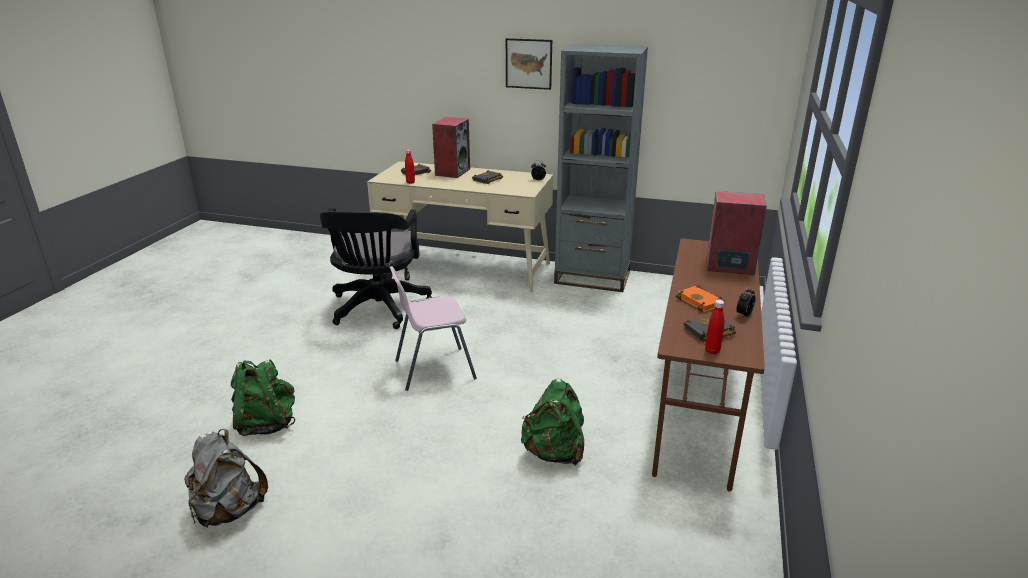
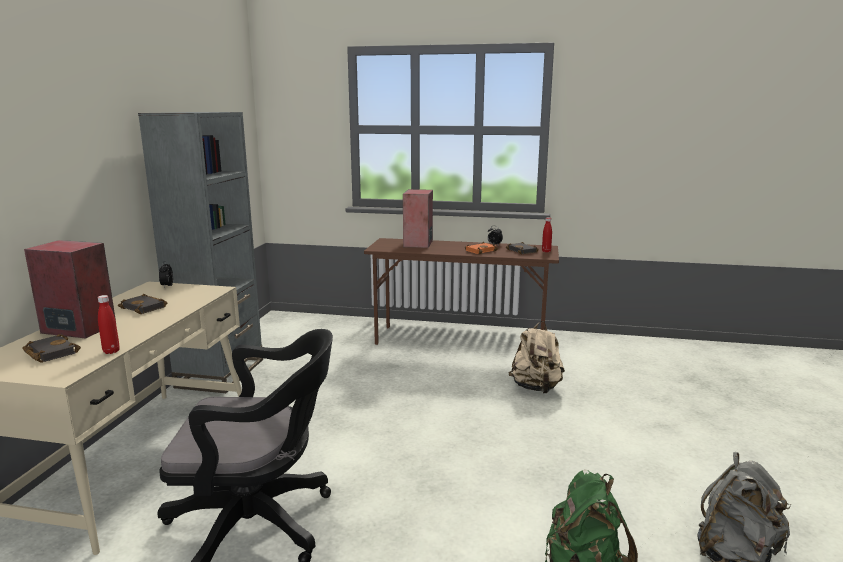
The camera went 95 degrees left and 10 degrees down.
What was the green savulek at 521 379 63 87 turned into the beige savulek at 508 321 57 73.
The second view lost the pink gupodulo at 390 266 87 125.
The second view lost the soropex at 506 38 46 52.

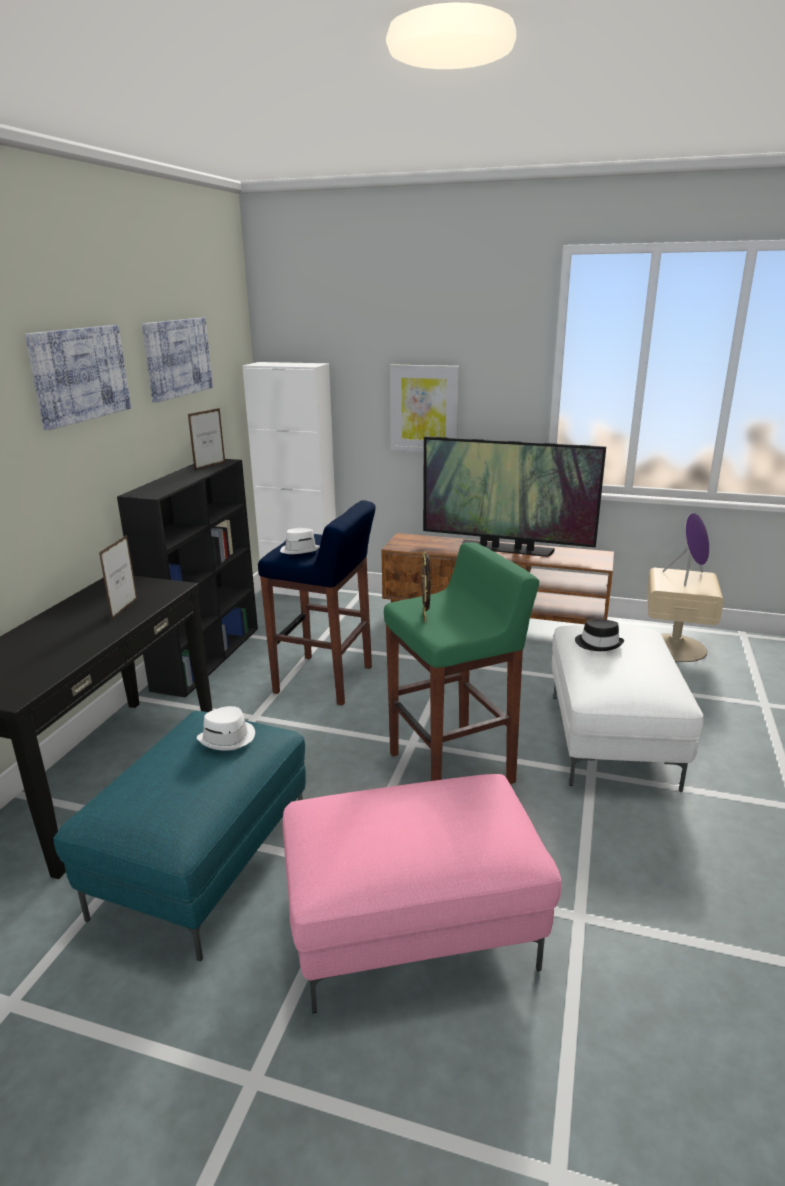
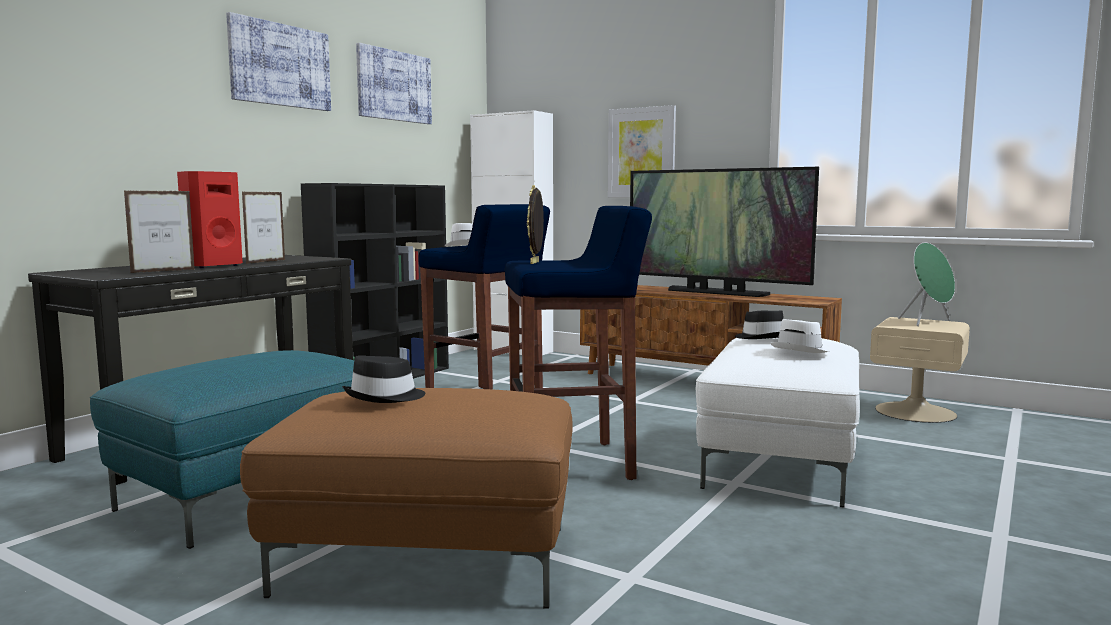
The camera went 15 degrees right and 15 degrees down.
The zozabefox ended up elsewhere, having gone from 188 408 37 62 to 124 191 71 82.
The second view gained the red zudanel at 177 171 66 97.
What was the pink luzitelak at 282 774 280 239 turned into the brown luzitelak at 240 388 333 221.
The second view gained the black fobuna at 342 355 83 48.
What was the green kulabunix at 384 542 155 242 turned into the blue kulabunix at 505 206 147 274.
The white fobuna ended up elsewhere, having gone from 197 706 58 45 to 770 319 60 34.
What was the purple zudanel at 662 513 48 73 turned into the green zudanel at 898 243 57 83.

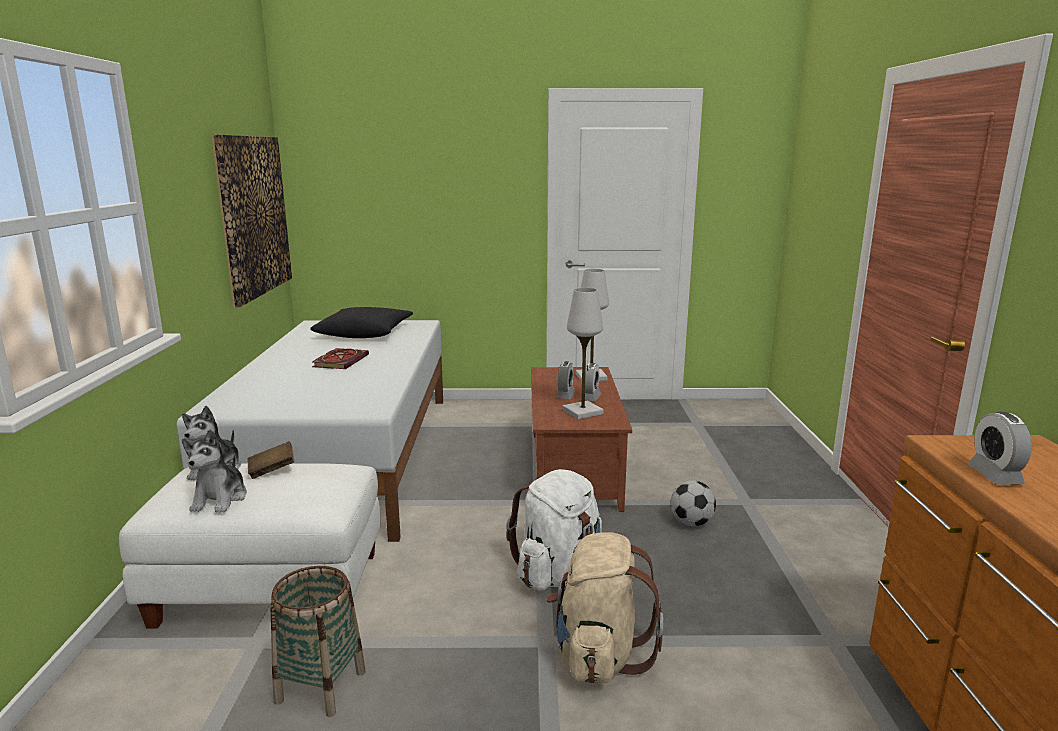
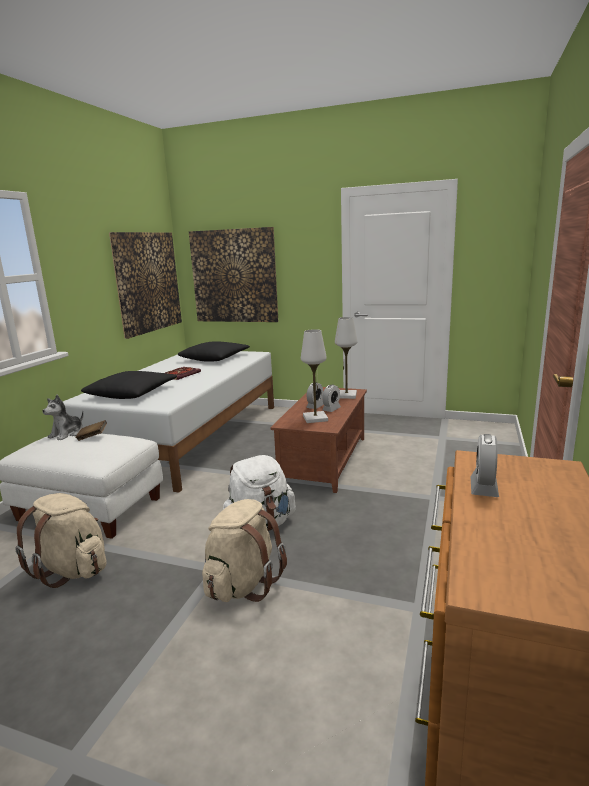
The camera went 20 degrees right and 0 degrees up.
Where the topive stood at 270 566 96 151, the beige savulek came to stand at 15 493 91 95.
The second view gained the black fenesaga at 81 371 96 28.
The second view gained the soropex at 189 227 89 95.
The second view lost the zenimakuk at 182 429 65 83.
The second view lost the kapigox at 671 480 45 46.

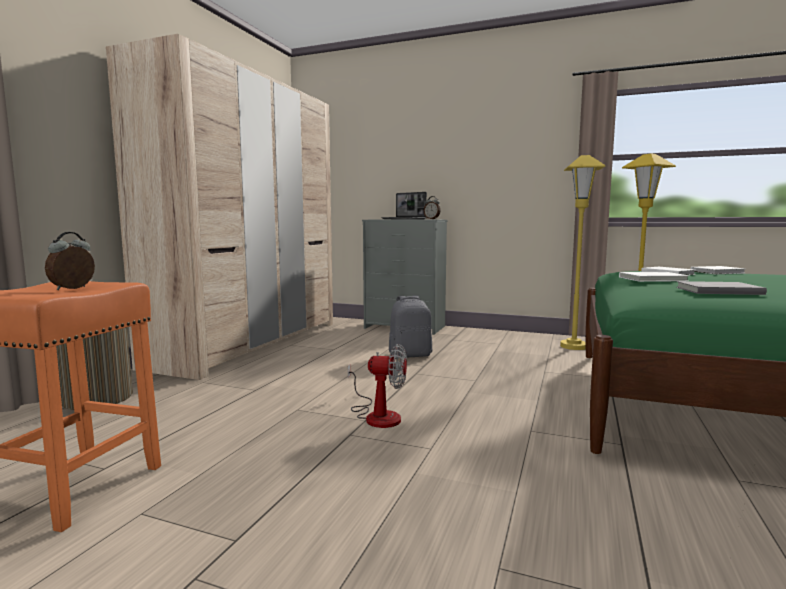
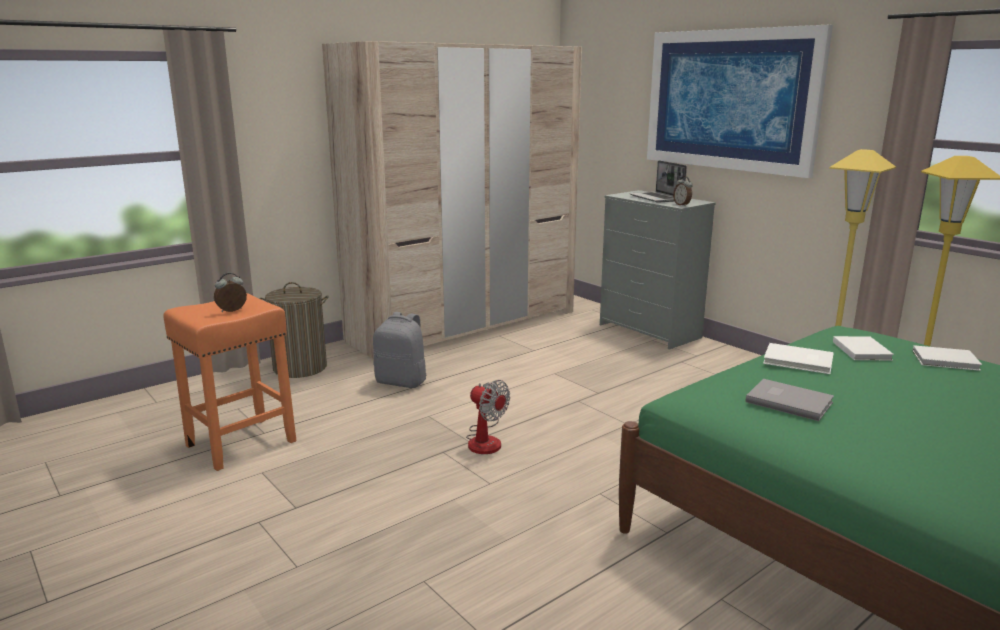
The camera went 30 degrees right and 10 degrees up.
The grey savulek ended up elsewhere, having gone from 389 295 43 62 to 373 312 54 76.
The second view gained the soropex at 647 25 186 153.

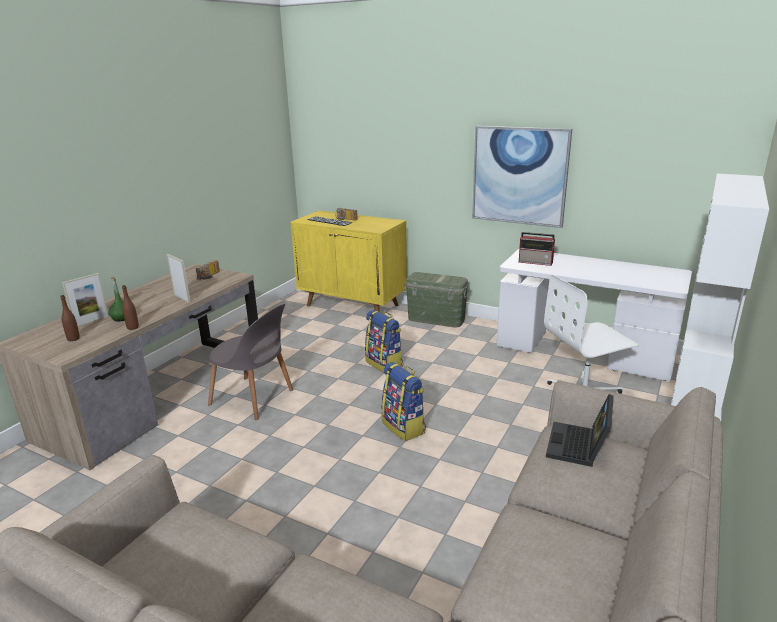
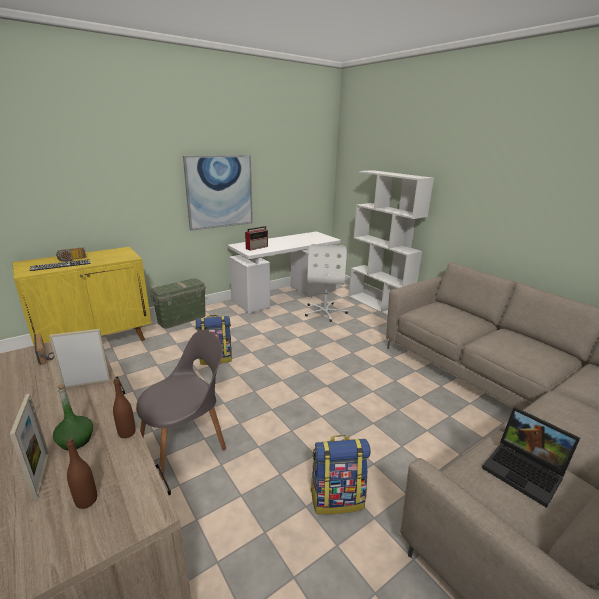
The camera went 65 degrees left and 0 degrees up.
The savulek ended up elsewhere, having gone from 381 362 45 79 to 310 435 61 80.
The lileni ended up elsewhere, having gone from 546 394 68 73 to 482 407 98 101.

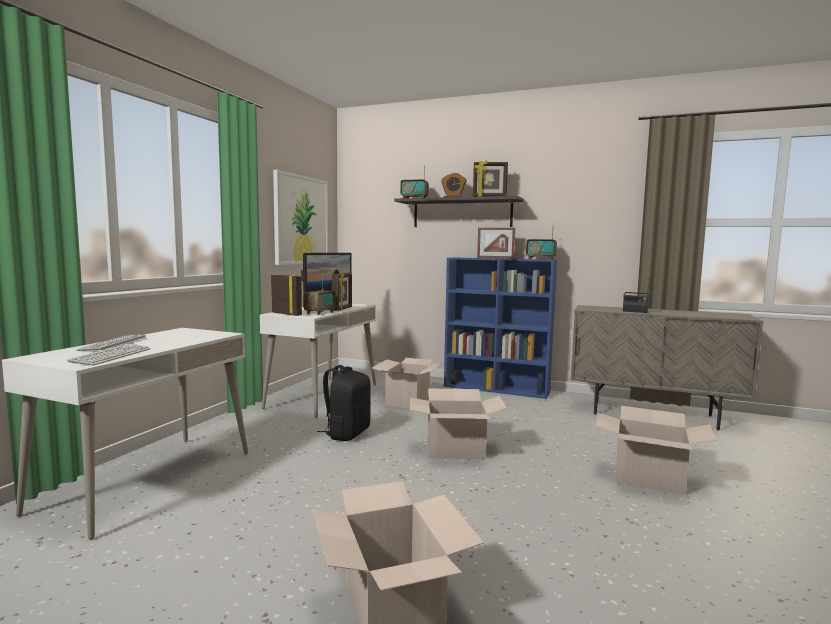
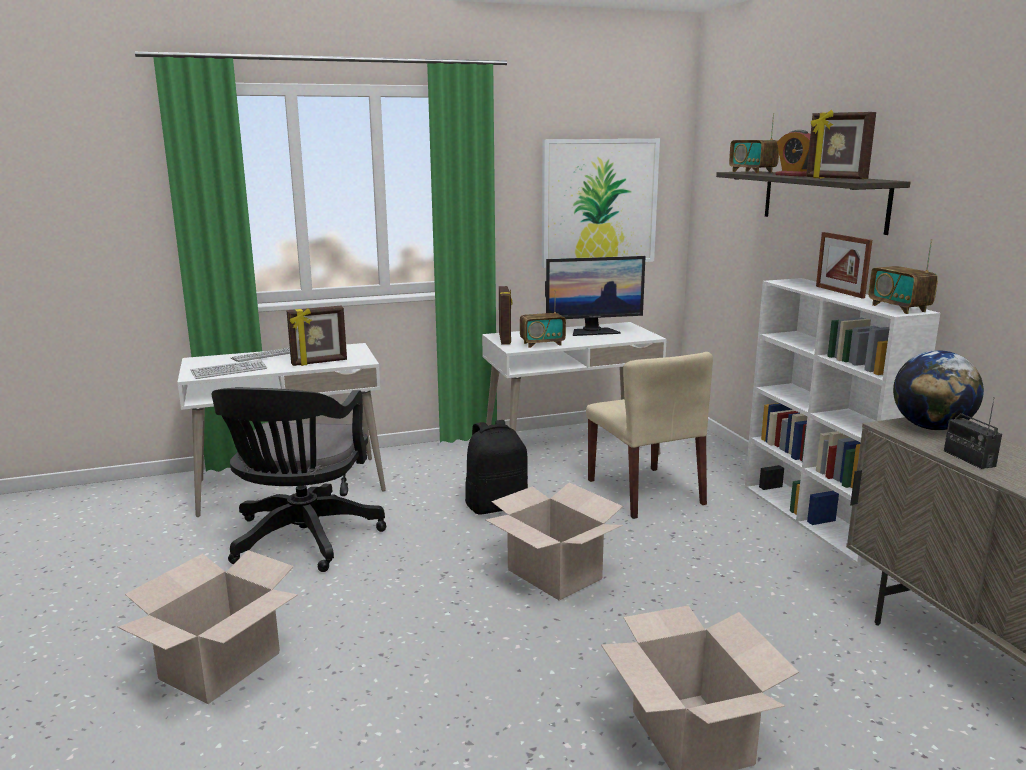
The camera went 50 degrees right and 10 degrees up.
The second view gained the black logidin at 211 387 176 185.
The zozabefox ended up elsewhere, having gone from 332 273 20 38 to 287 306 60 60.
Where the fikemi stood at 371 358 72 51, the beige gupodulo came to stand at 586 352 127 167.
What was the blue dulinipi at 444 258 113 141 turned into the white dulinipi at 745 278 195 288.
The second view gained the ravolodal at 893 350 91 80.

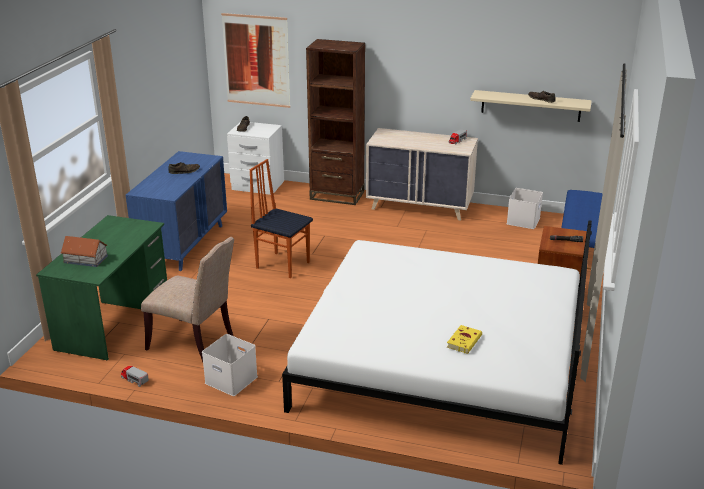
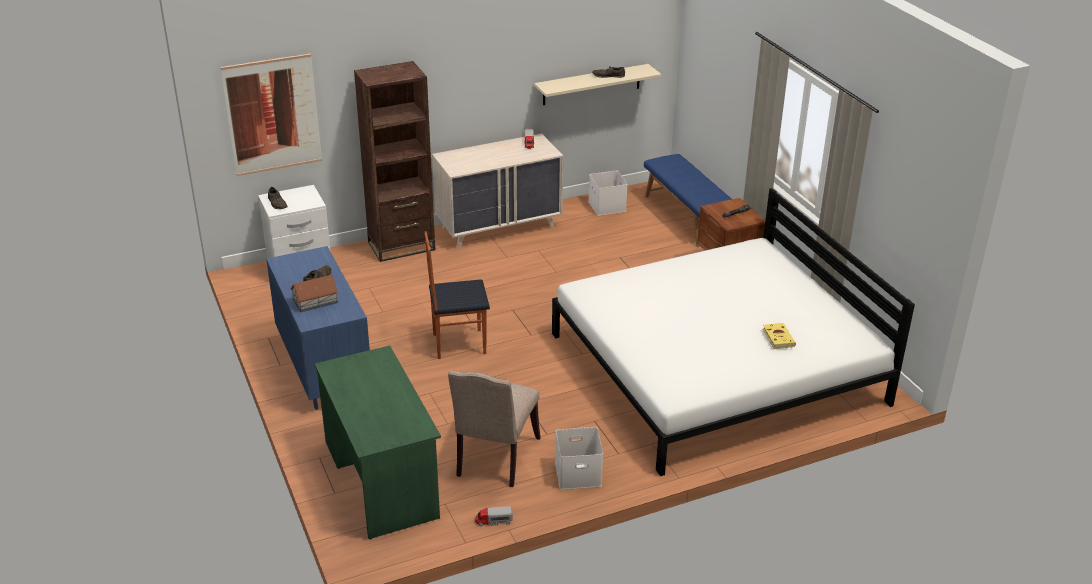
The camera went 40 degrees left and 5 degrees up.
The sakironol ended up elsewhere, having gone from 60 236 48 31 to 290 275 48 37.
The beige gupodulo at 141 237 93 125 ended up facing another way, 120 degrees clockwise from before.

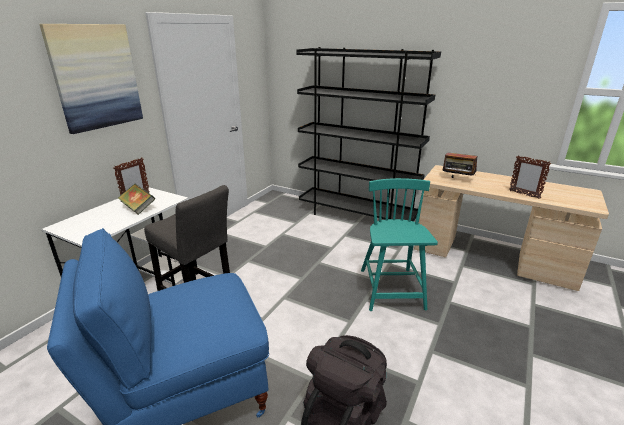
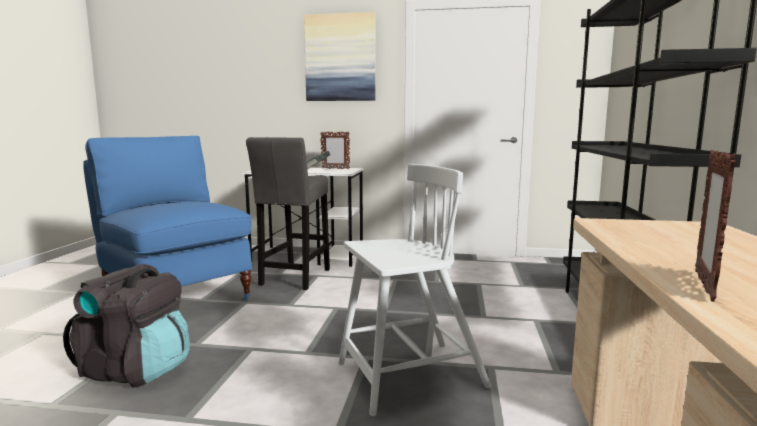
The camera went 70 degrees right and 15 degrees down.
What was the turquoise gupodulo at 361 178 77 133 turned into the white gupodulo at 339 164 152 252.
The second view lost the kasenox at 442 153 35 25.

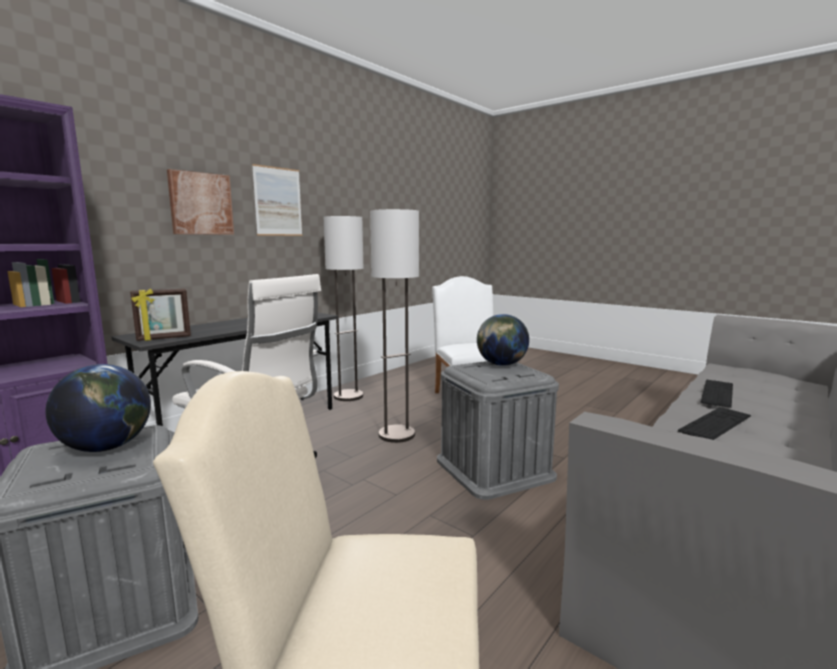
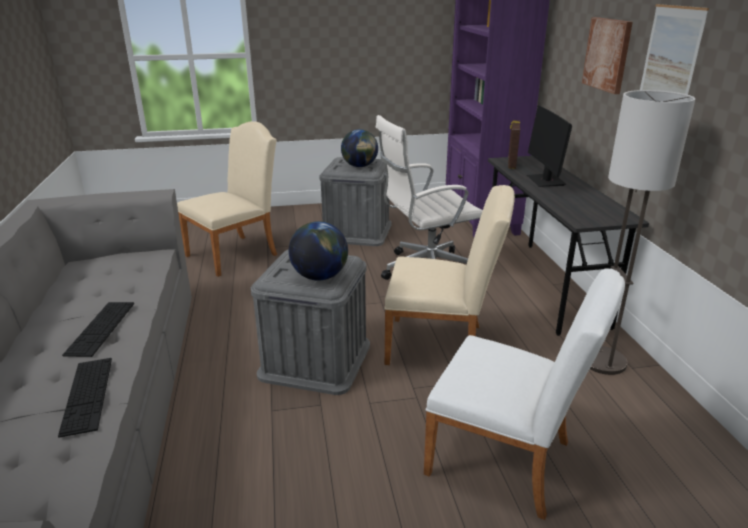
The camera went 130 degrees right and 15 degrees up.
Where the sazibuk stood at 370 209 49 234, the beige gupodulo came to stand at 384 185 131 180.
The second view gained the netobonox at 527 105 45 82.

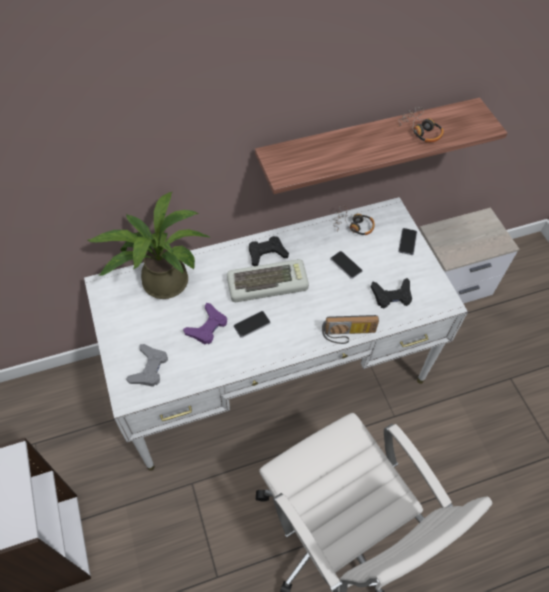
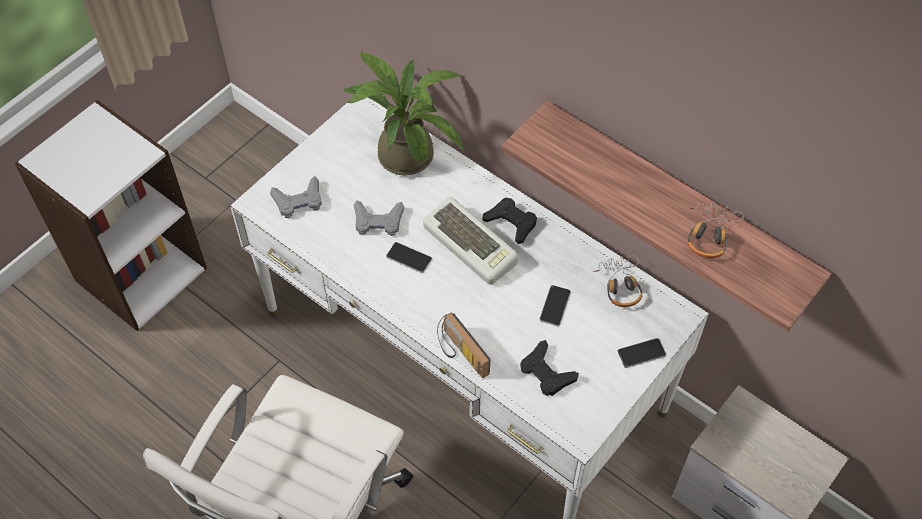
The camera went 60 degrees right and 0 degrees up.
What was the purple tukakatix at 183 303 44 41 turned into the grey tukakatix at 354 200 50 36.

